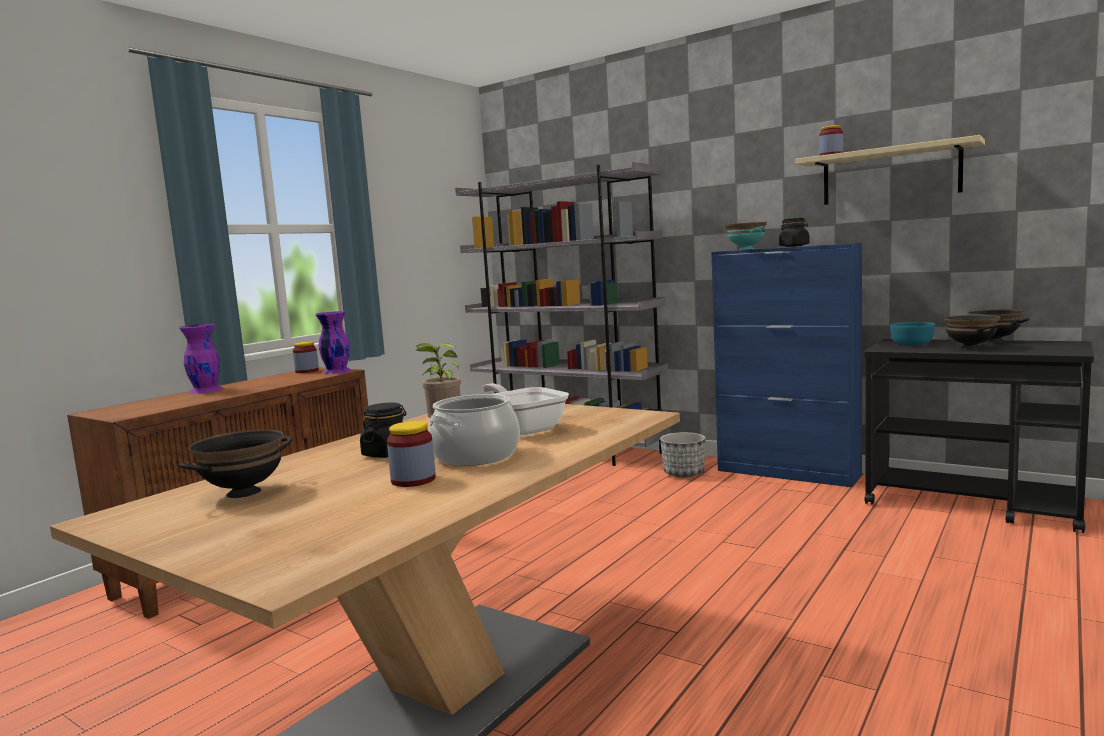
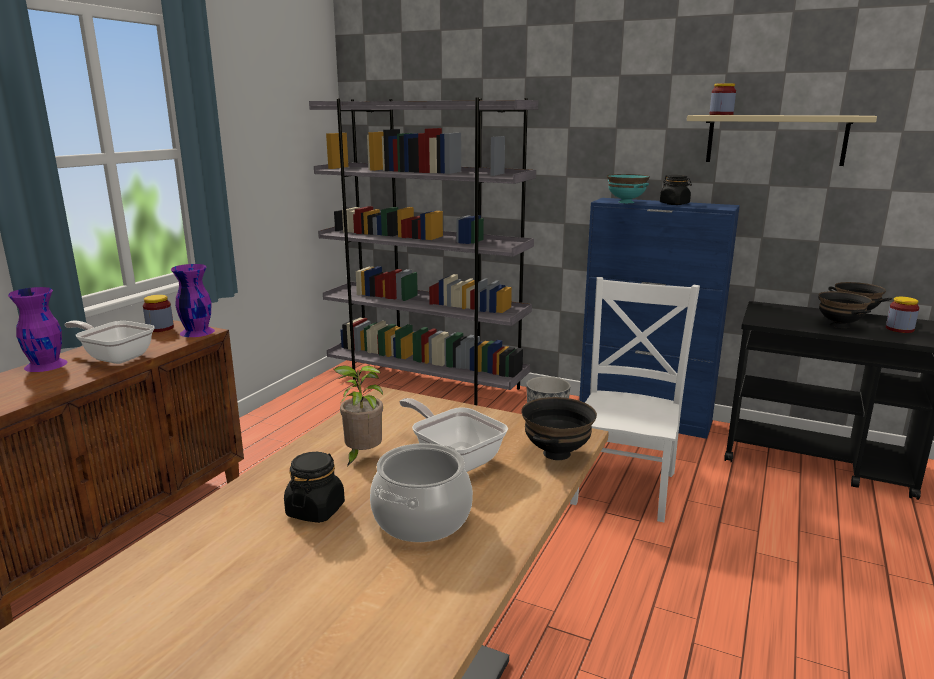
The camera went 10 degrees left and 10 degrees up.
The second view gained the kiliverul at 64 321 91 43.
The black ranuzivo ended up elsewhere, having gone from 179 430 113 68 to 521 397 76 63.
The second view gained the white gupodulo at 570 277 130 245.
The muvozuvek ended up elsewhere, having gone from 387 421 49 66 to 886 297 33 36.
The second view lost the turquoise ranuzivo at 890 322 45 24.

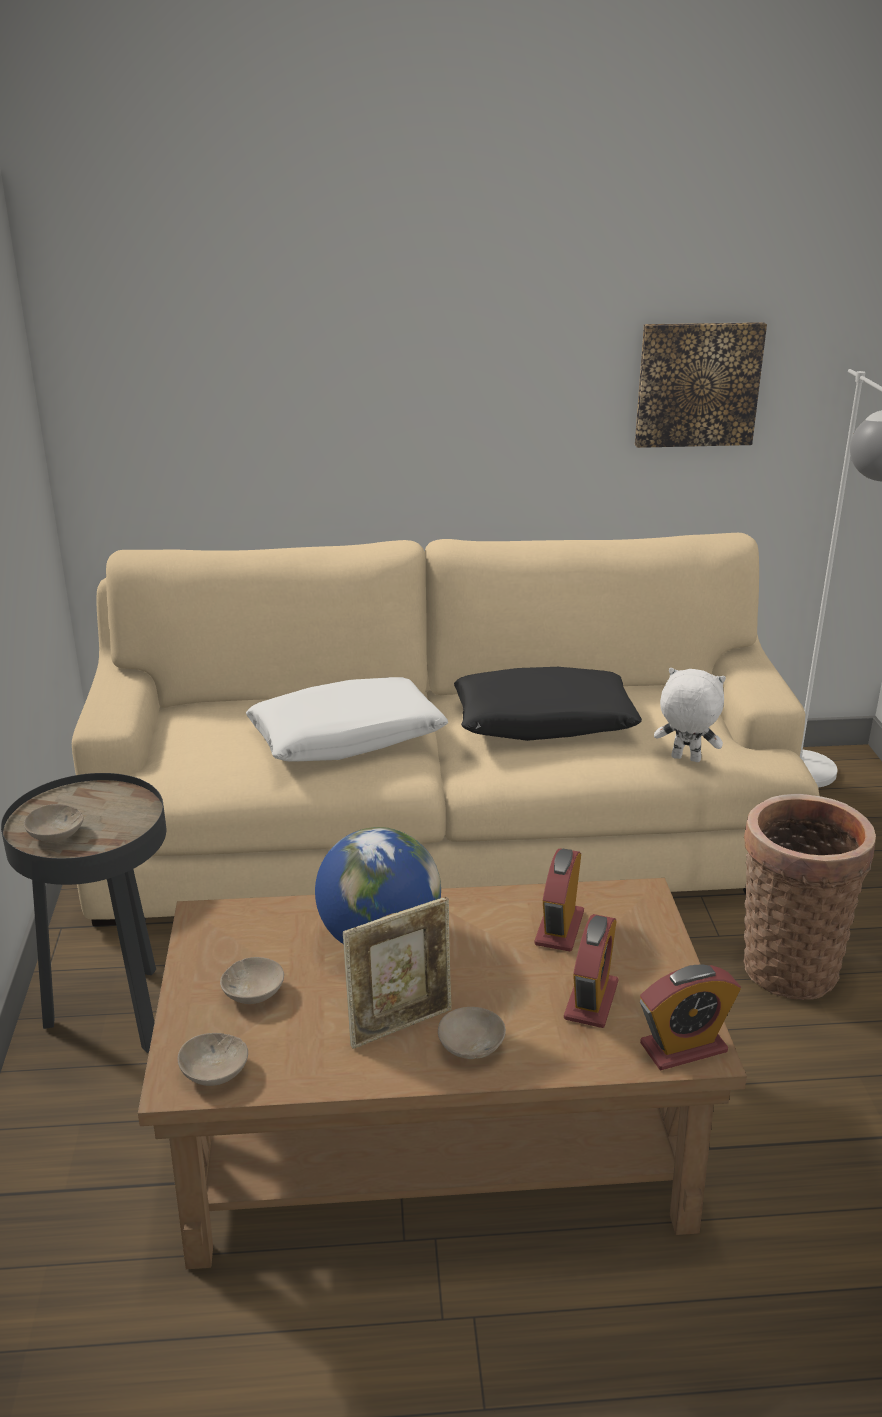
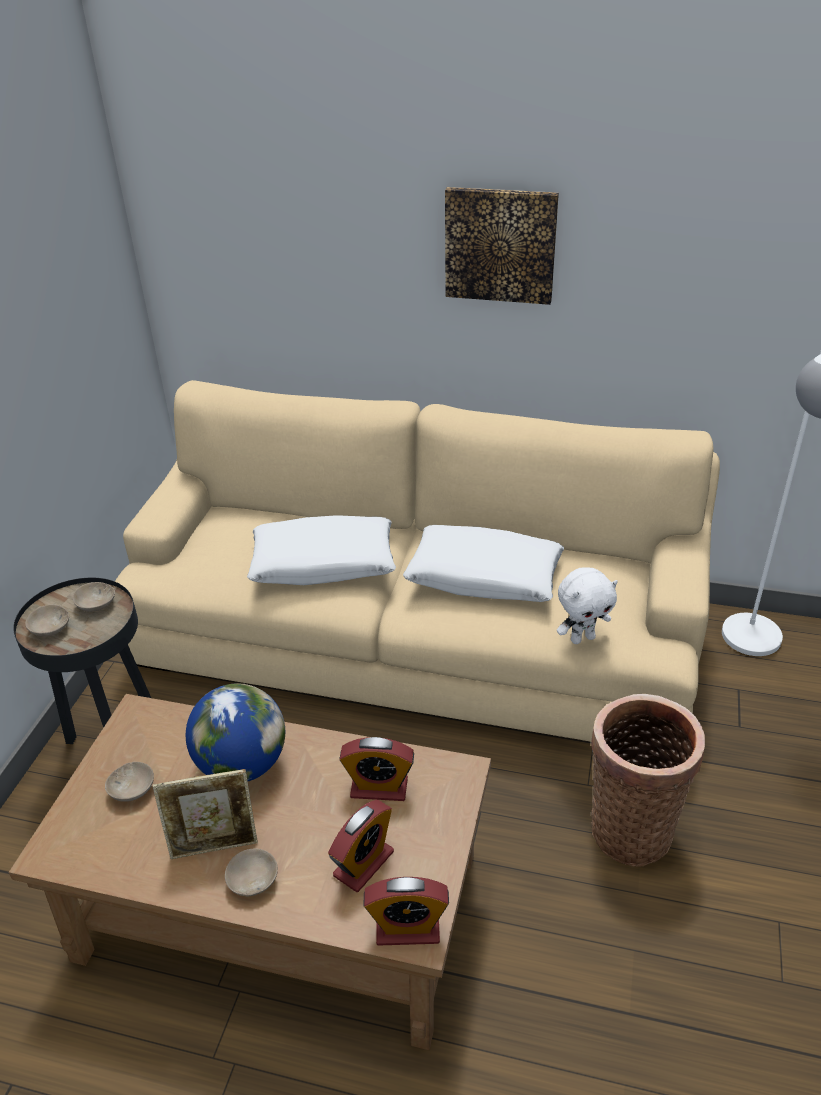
The camera went 20 degrees right and 10 degrees up.
The beige ranuzivo ended up elsewhere, having gone from 178 1033 70 53 to 72 582 43 30.
The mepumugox at 534 848 50 103 ended up facing another way, 120 degrees counterclockwise from before.
What was the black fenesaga at 454 667 188 74 turned into the white fenesaga at 403 525 161 77.
The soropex ended up elsewhere, having gone from 635 322 132 126 to 445 187 114 118.
The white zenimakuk at 654 668 72 94 ended up facing another way, 120 degrees clockwise from before.

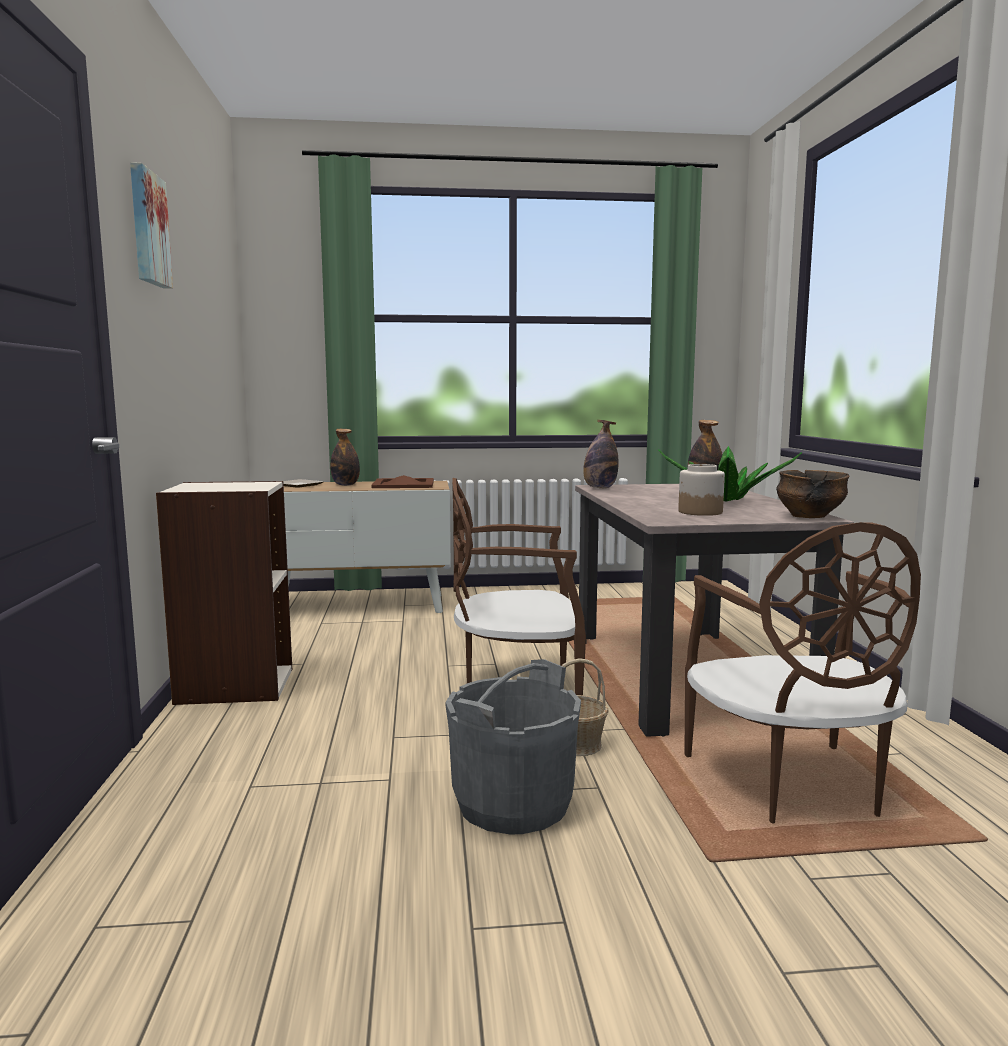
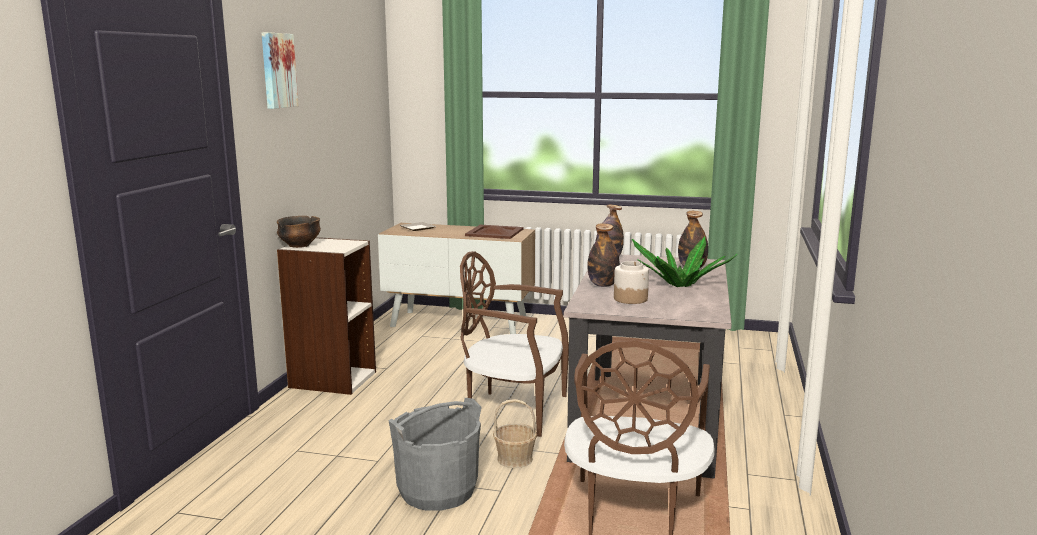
The camera went 20 degrees right and 5 degrees up.
The ranuzivo ended up elsewhere, having gone from 776 470 73 48 to 277 216 44 32.
The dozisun ended up elsewhere, having gone from 330 429 30 57 to 587 223 33 64.

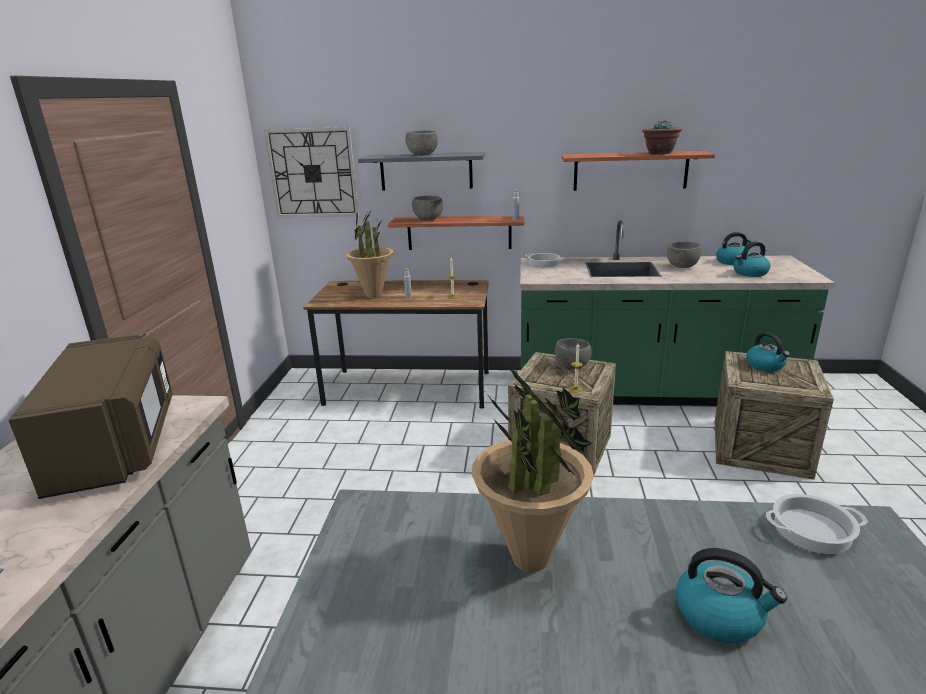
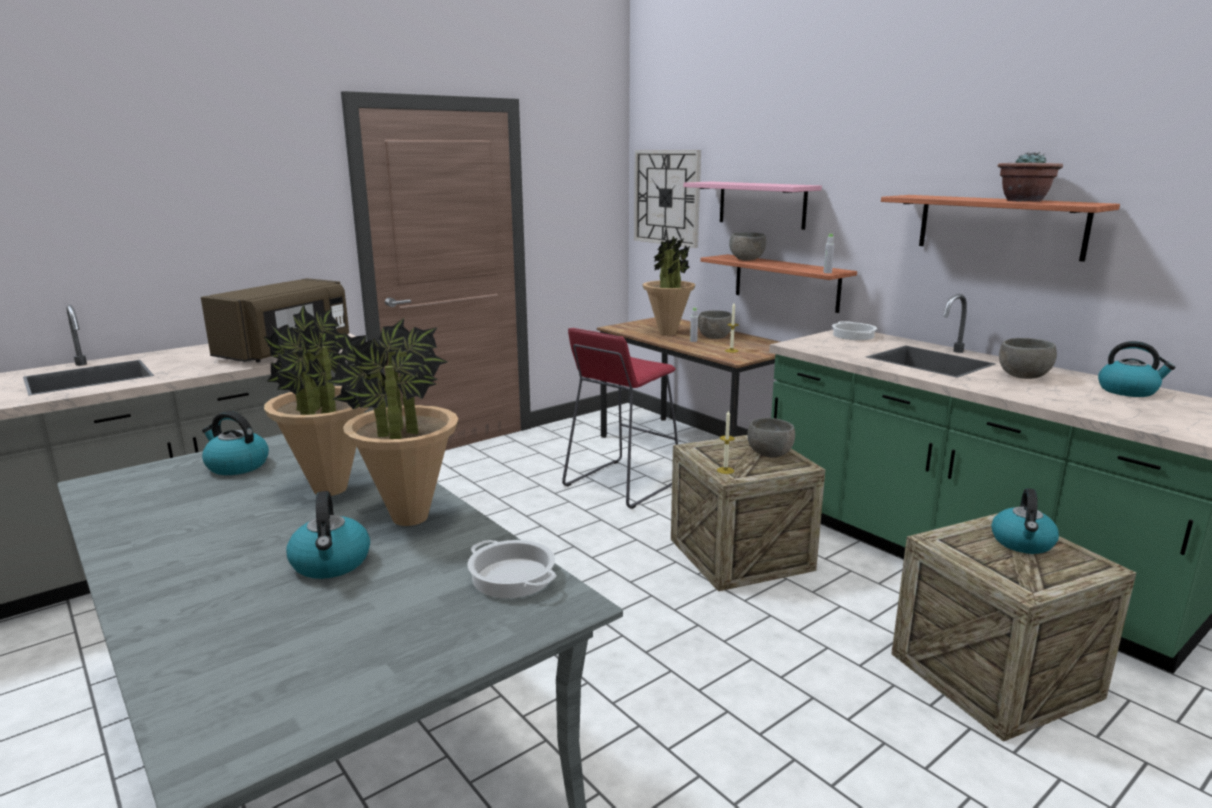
The camera went 45 degrees right and 5 degrees down.
The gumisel ended up elsewhere, having gone from 733 242 38 35 to 202 411 67 64.
The second view gained the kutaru at 327 318 132 208.
The second view gained the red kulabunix at 562 328 116 181.
What was the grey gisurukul at 358 152 127 38 turned into the pink gisurukul at 683 182 139 48.
The grey ranuzivo ended up elsewhere, having gone from 405 130 33 26 to 698 311 34 28.

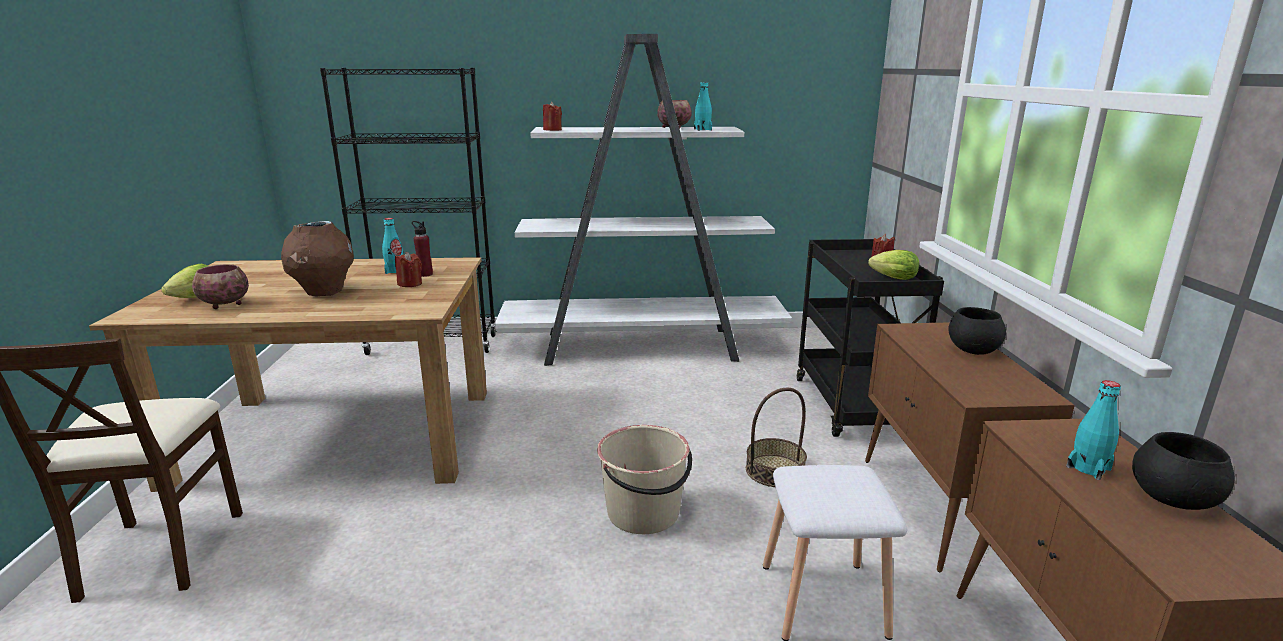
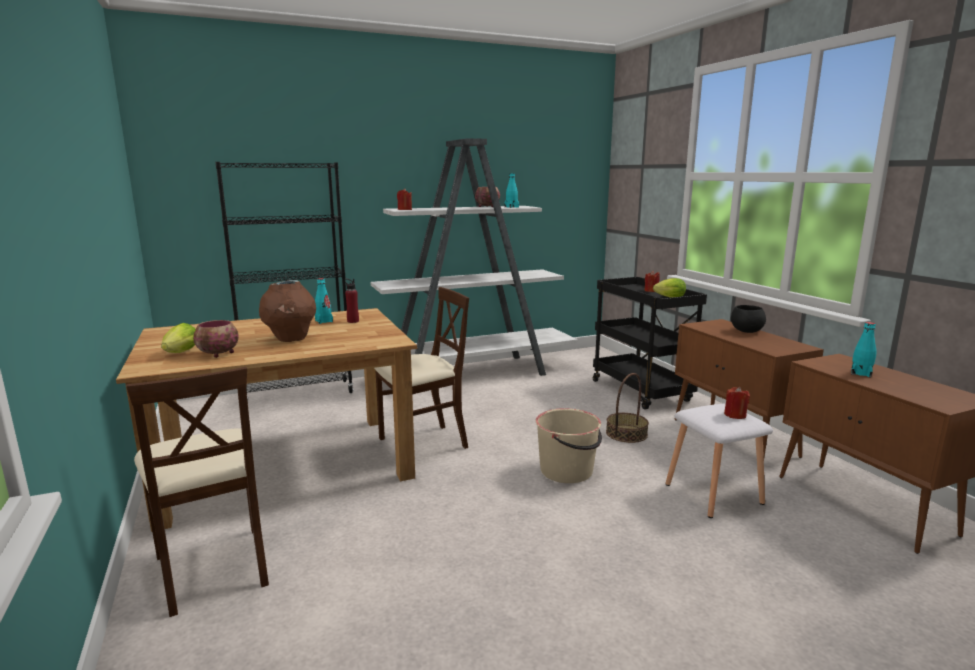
The camera went 20 degrees left and 5 degrees down.
The second view gained the beige gupodulo at 374 287 95 162.
The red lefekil ended up elsewhere, having gone from 395 252 27 35 to 724 387 26 32.
The second view lost the black ranuzivo at 1132 432 103 78.

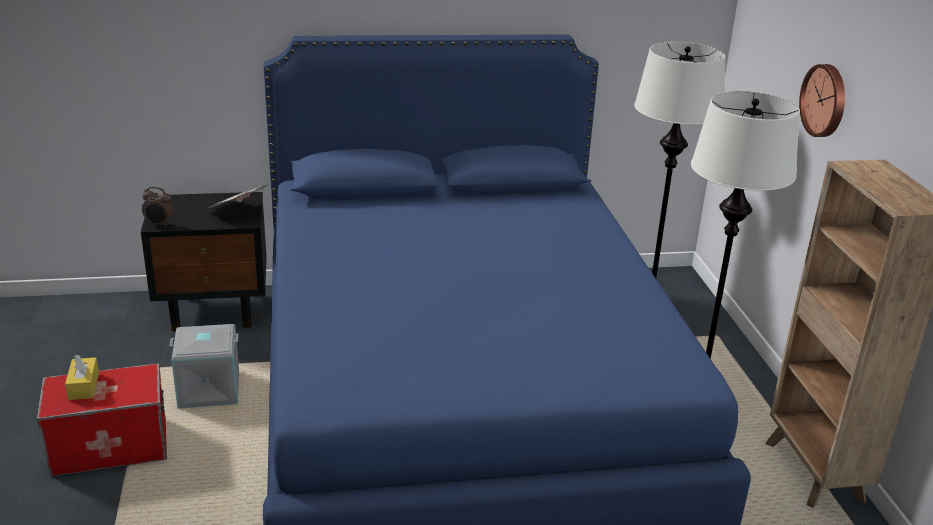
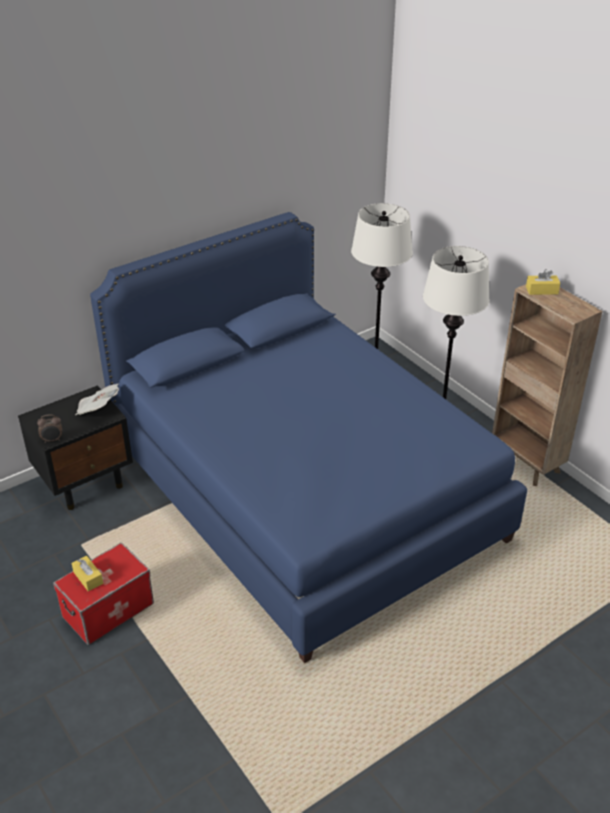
The camera went 25 degrees left and 10 degrees up.
The second view gained the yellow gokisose at 526 269 34 26.
The second view lost the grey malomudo at 169 324 70 85.
The second view lost the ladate at 799 64 46 73.

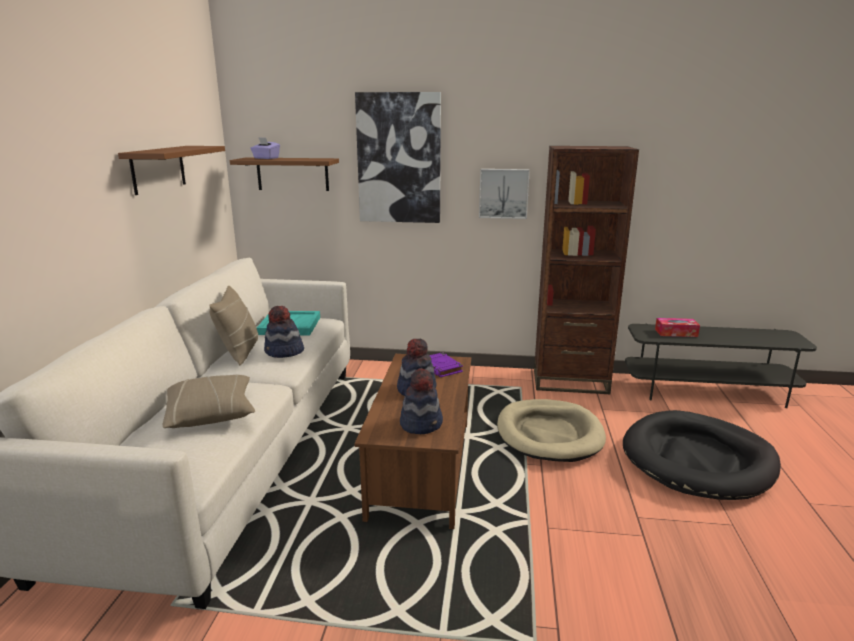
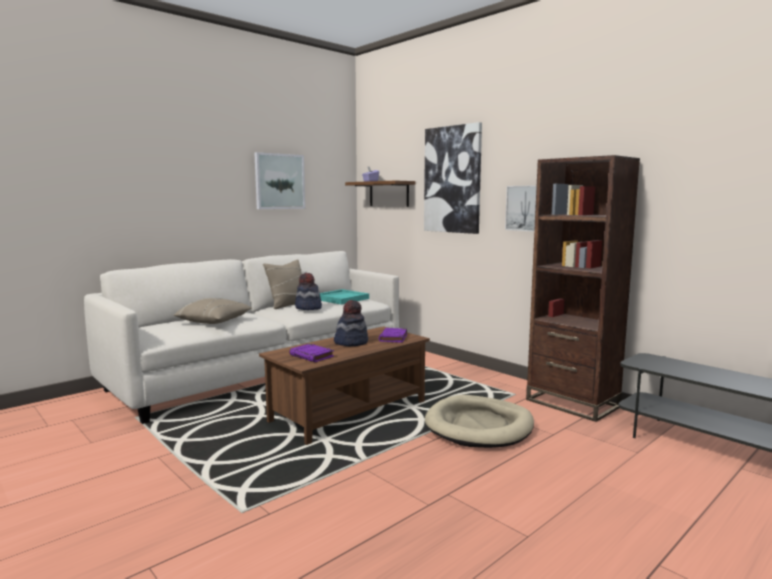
The camera went 40 degrees right and 10 degrees down.
Where the brown gisurukul hung at 118 146 107 49, the soropex came to hang at 255 152 50 57.
Where the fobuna stood at 400 368 43 66, the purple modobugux came to stand at 289 344 45 18.
The second view lost the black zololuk at 623 410 158 90.
The second view lost the gokisose at 655 318 45 19.

